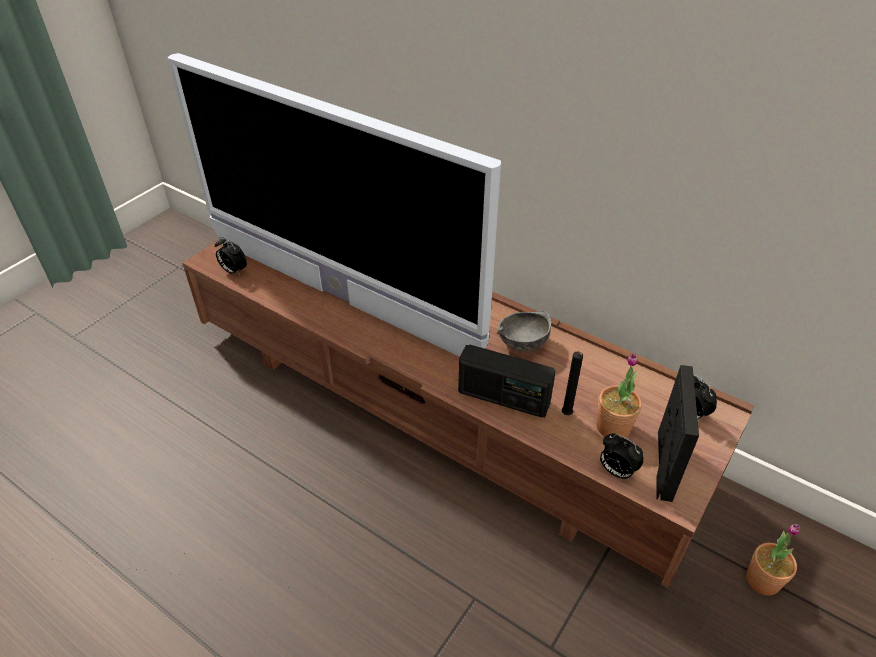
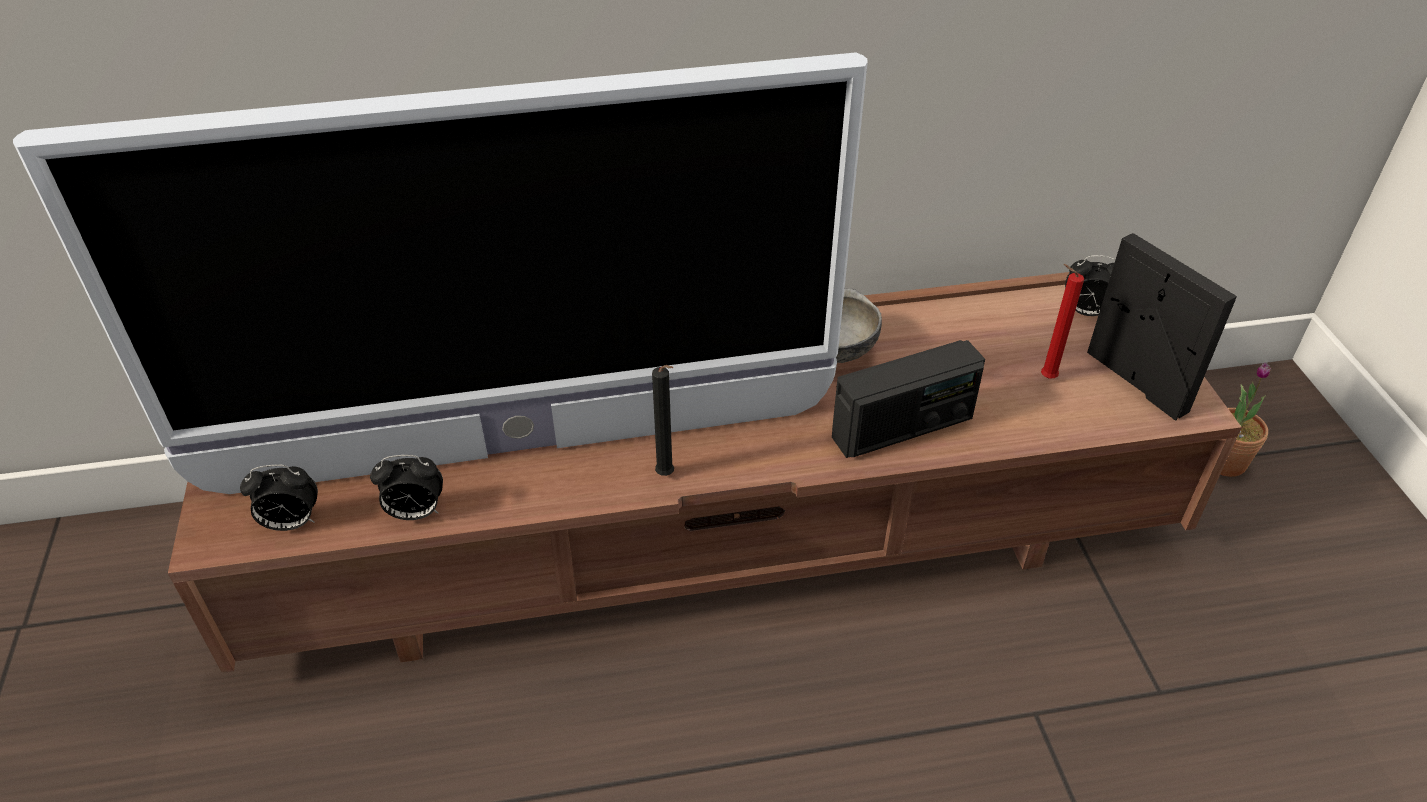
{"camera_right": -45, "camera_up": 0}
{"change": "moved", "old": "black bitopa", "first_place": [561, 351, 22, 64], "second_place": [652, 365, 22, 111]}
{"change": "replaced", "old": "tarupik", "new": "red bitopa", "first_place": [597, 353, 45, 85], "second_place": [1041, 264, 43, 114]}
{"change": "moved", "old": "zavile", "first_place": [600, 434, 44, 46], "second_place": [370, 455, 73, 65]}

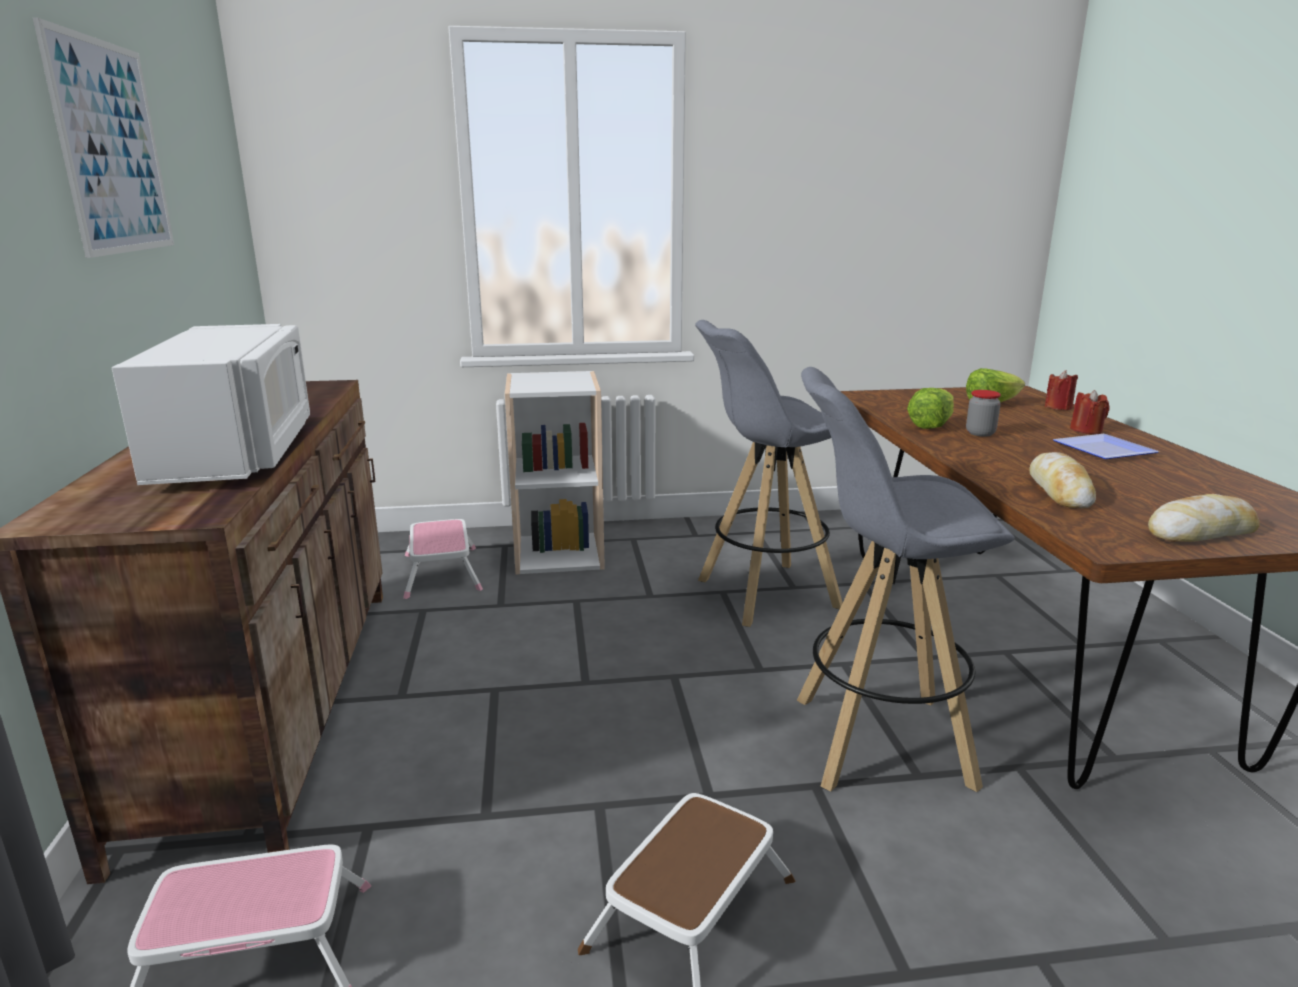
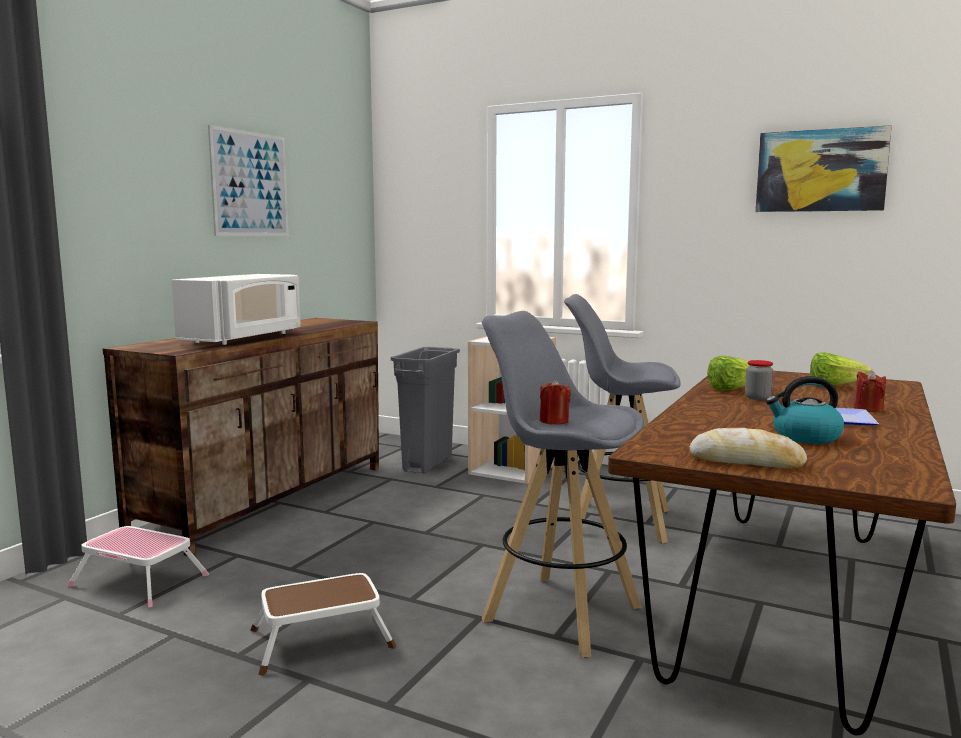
{"camera_right": 35, "camera_up": -10}
{"change": "replaced", "old": "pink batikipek", "new": "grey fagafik", "first_place": [403, 519, 80, 80], "second_place": [391, 347, 69, 127]}
{"change": "removed", "old": "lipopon", "first_place": [1029, 452, 67, 57]}
{"change": "moved", "old": "red bitopa", "first_place": [1045, 370, 33, 40], "second_place": [540, 379, 31, 45]}
{"change": "added", "new": "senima", "second_place": [756, 125, 136, 87]}
{"change": "added", "new": "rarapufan", "second_place": [766, 376, 78, 68]}

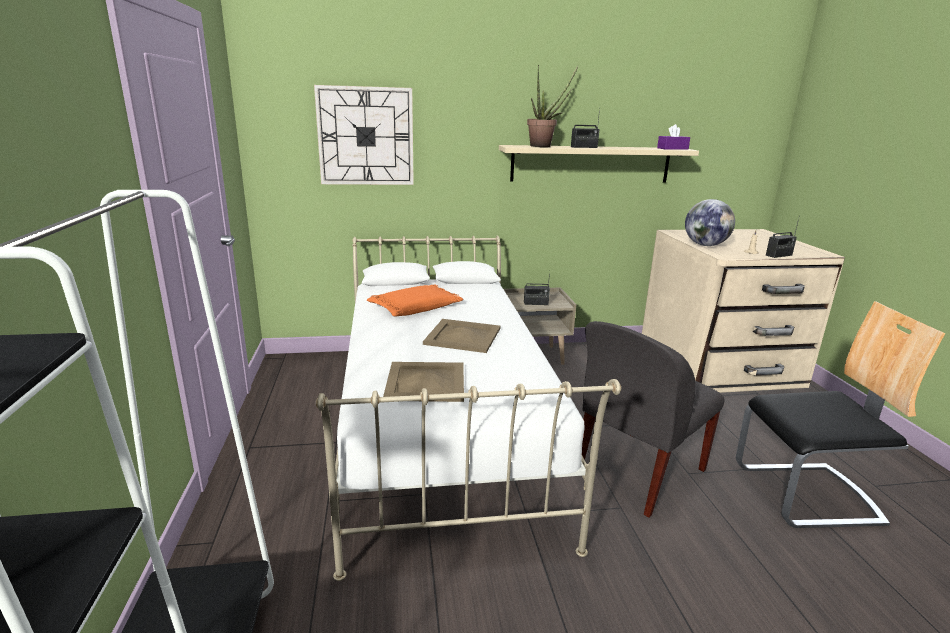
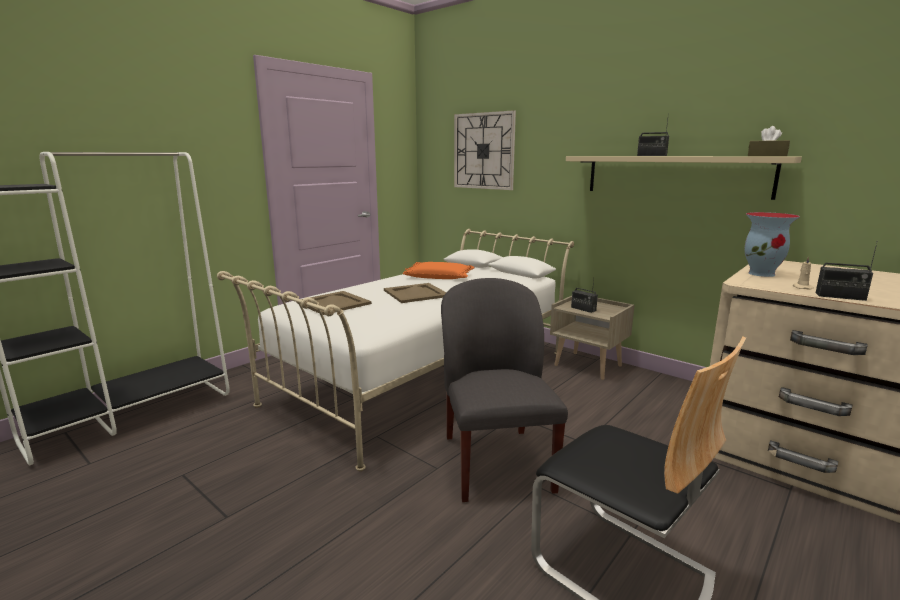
{"camera_right": 50, "camera_up": -5}
{"change": "removed", "old": "tarupik", "first_place": [527, 65, 51, 82]}
{"change": "turned", "old": "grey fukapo", "first_place": [582, 321, 142, 197], "second_place": [441, 278, 127, 224], "degrees": 75}
{"change": "recoloured", "old": "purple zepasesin", "new": "brown zepasesin", "first_place": [657, 124, 33, 26], "second_place": [748, 126, 42, 30]}
{"change": "replaced", "old": "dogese", "new": "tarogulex", "first_place": [685, 199, 50, 47], "second_place": [745, 212, 55, 65]}

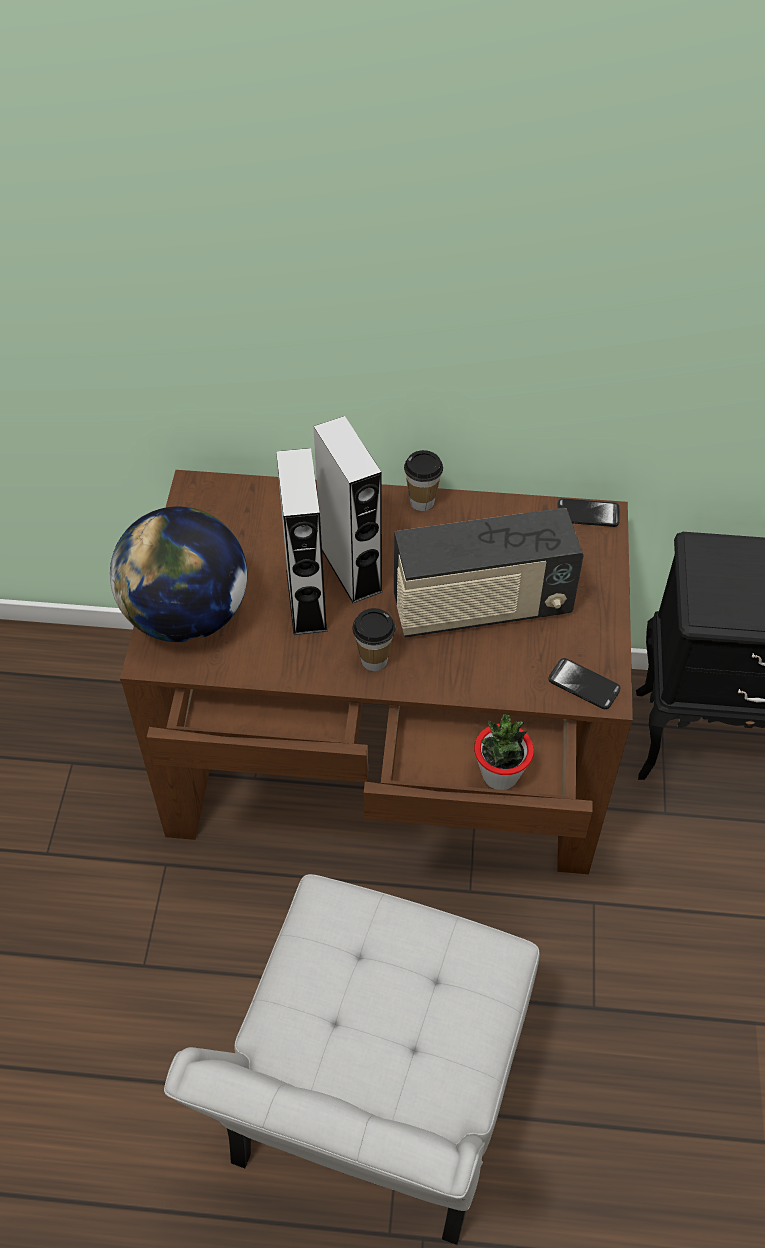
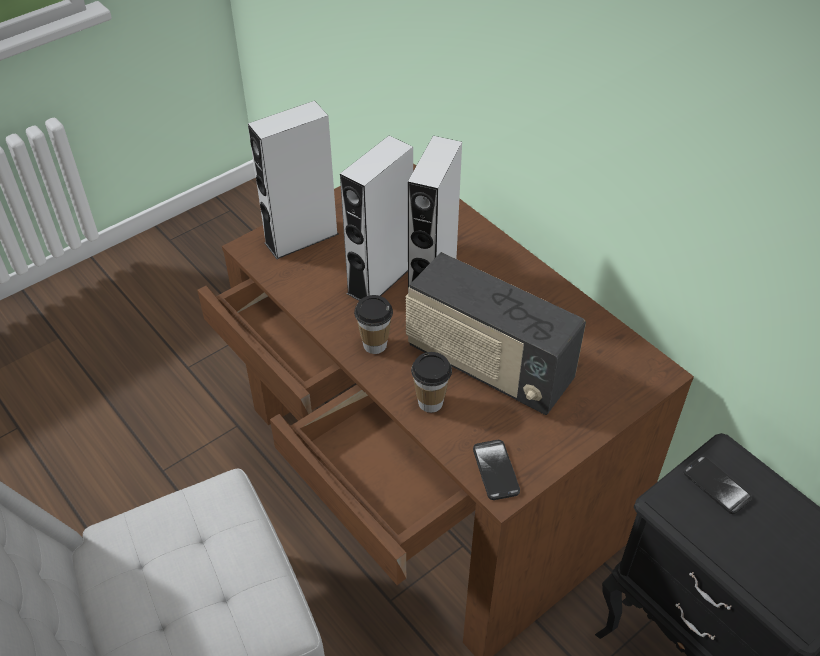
{"camera_right": 45, "camera_up": -5}
{"change": "replaced", "old": "dogese", "new": "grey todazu", "first_place": [110, 506, 137, 136], "second_place": [248, 101, 91, 158]}
{"change": "moved", "old": "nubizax", "first_place": [404, 450, 39, 61], "second_place": [411, 352, 41, 61]}
{"change": "removed", "old": "tarupik", "first_place": [474, 714, 60, 76]}
{"change": "moved", "old": "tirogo", "first_place": [558, 498, 61, 29], "second_place": [683, 456, 69, 58]}

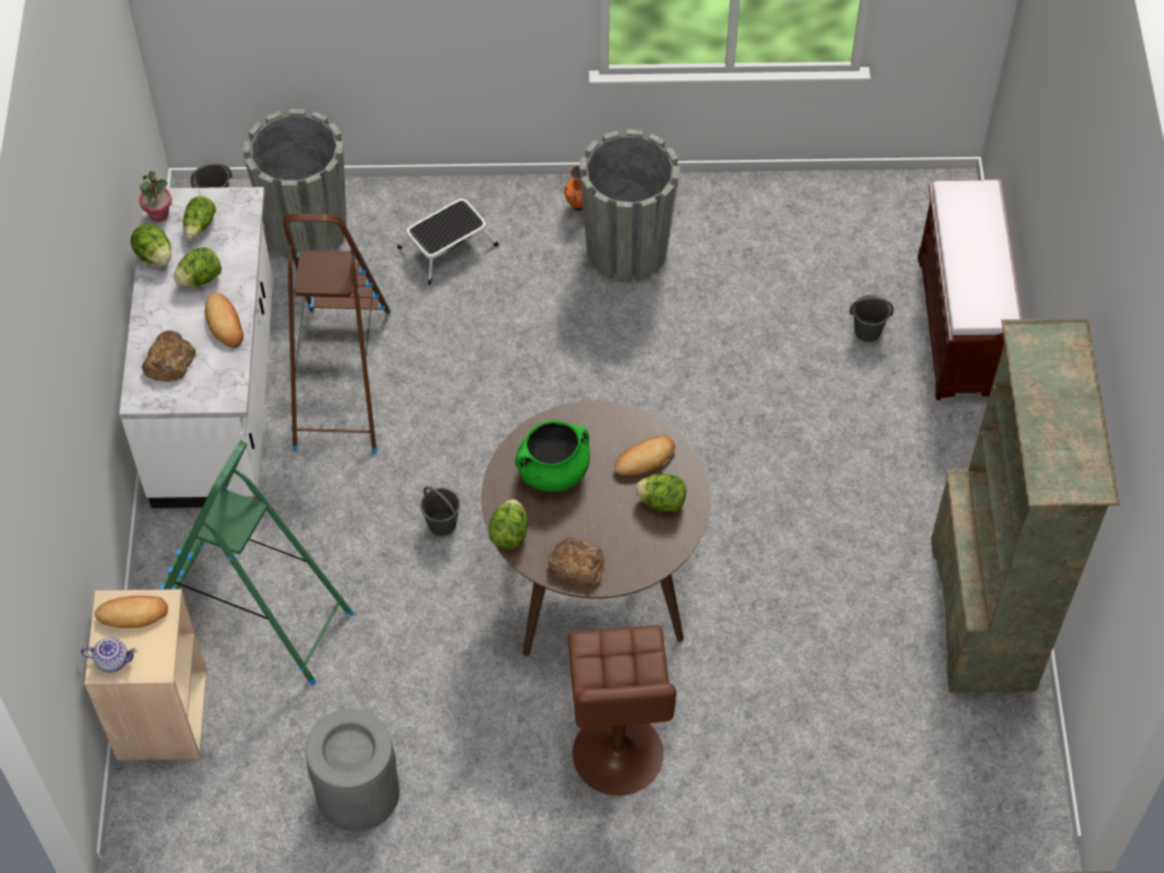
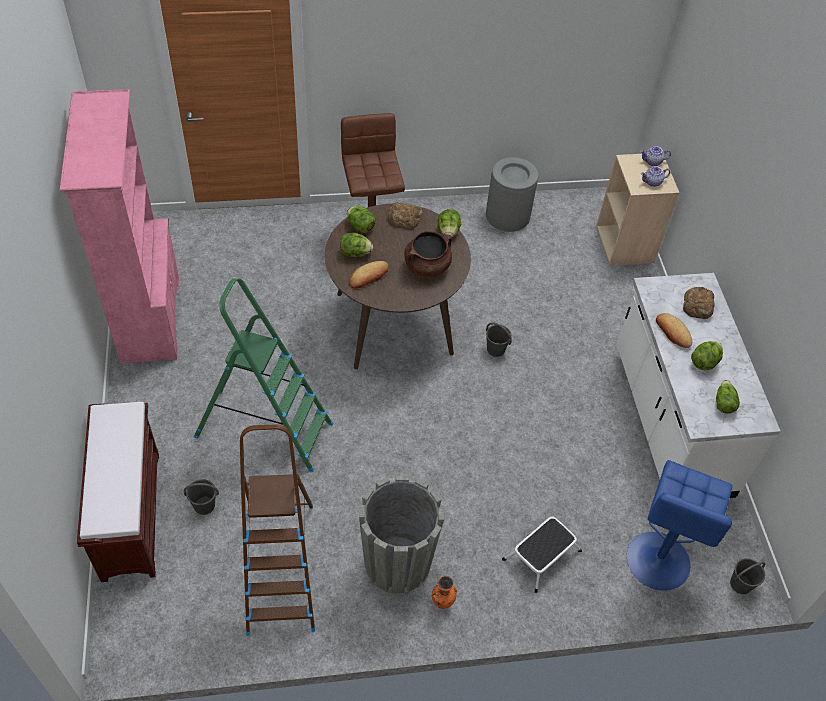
{"camera_right": 170, "camera_up": -5}
{"change": "replaced", "old": "lipopon", "new": "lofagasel", "first_place": [95, 596, 73, 32], "second_place": [641, 166, 29, 21]}
{"change": "moved", "old": "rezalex", "first_place": [131, 223, 40, 43], "second_place": [347, 206, 29, 27]}
{"change": "removed", "old": "tarupik", "first_place": [139, 170, 33, 52]}
{"change": "moved", "old": "green batikipek", "first_place": [159, 440, 195, 245], "second_place": [194, 278, 139, 194]}
{"change": "replaced", "old": "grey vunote", "new": "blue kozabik", "first_place": [243, 109, 104, 151], "second_place": [627, 460, 106, 131]}
{"change": "moved", "old": "brown batikipek", "first_place": [283, 214, 107, 240], "second_place": [240, 424, 75, 212]}
{"change": "recoloured", "old": "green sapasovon", "new": "brown sapasovon", "first_place": [515, 420, 75, 71], "second_place": [404, 231, 48, 46]}
{"change": "recoloured", "old": "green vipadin", "new": "pink vipadin", "first_place": [931, 318, 189, 374], "second_place": [59, 89, 120, 275]}

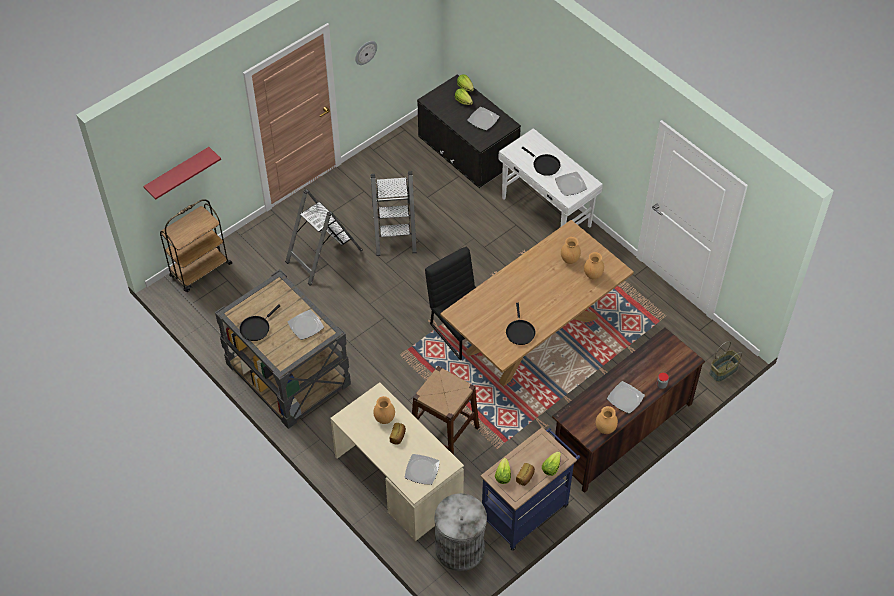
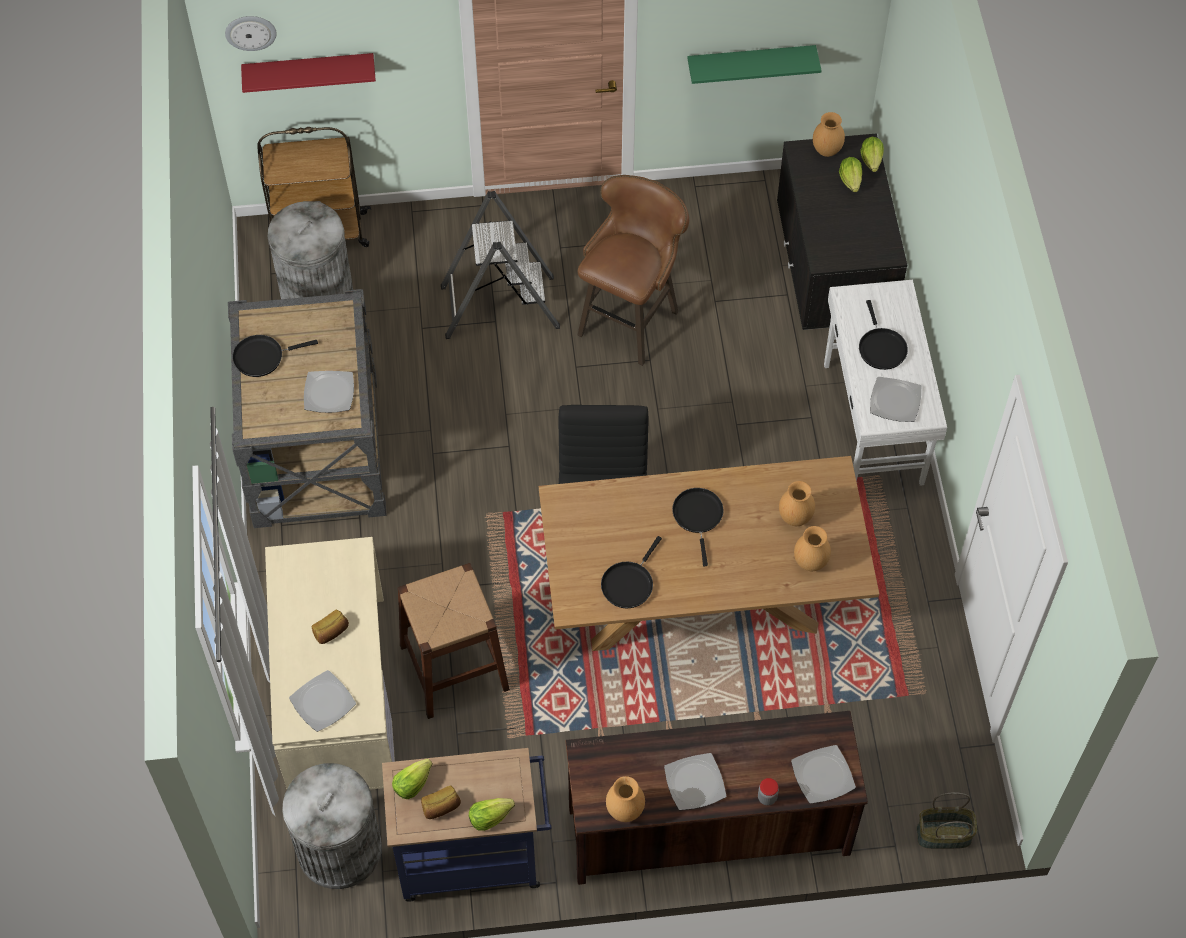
{"camera_right": 35, "camera_up": 5}
{"change": "moved", "old": "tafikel", "first_place": [355, 41, 22, 24], "second_place": [225, 16, 52, 35]}
{"change": "replaced", "old": "grey batikipek", "new": "brown kozabik", "first_place": [371, 171, 46, 85], "second_place": [578, 175, 111, 191]}
{"change": "moved", "old": "brown tarogulex", "first_place": [373, 396, 22, 28], "second_place": [813, 112, 32, 45]}
{"change": "moved", "old": "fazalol", "first_place": [467, 107, 33, 23], "second_place": [791, 745, 65, 59]}
{"change": "added", "new": "grey fagafik", "second_place": [268, 201, 85, 98]}
{"change": "added", "new": "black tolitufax", "second_place": [672, 488, 52, 78]}
{"change": "added", "new": "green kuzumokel", "second_place": [687, 45, 135, 39]}

